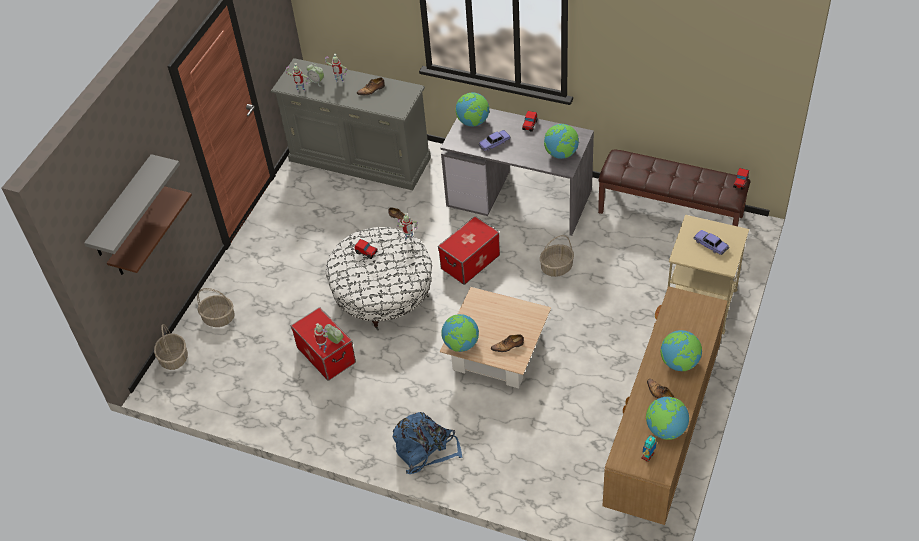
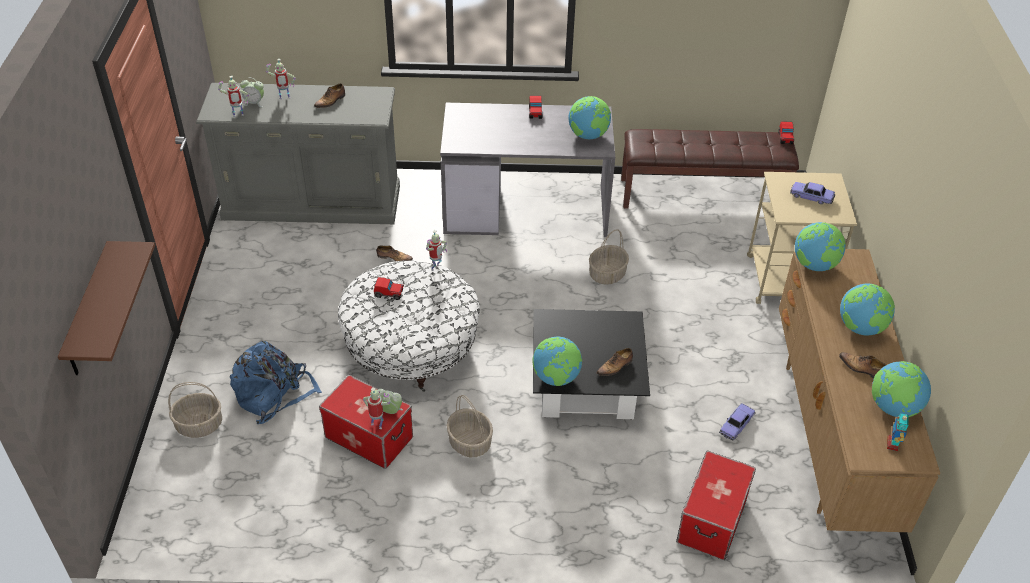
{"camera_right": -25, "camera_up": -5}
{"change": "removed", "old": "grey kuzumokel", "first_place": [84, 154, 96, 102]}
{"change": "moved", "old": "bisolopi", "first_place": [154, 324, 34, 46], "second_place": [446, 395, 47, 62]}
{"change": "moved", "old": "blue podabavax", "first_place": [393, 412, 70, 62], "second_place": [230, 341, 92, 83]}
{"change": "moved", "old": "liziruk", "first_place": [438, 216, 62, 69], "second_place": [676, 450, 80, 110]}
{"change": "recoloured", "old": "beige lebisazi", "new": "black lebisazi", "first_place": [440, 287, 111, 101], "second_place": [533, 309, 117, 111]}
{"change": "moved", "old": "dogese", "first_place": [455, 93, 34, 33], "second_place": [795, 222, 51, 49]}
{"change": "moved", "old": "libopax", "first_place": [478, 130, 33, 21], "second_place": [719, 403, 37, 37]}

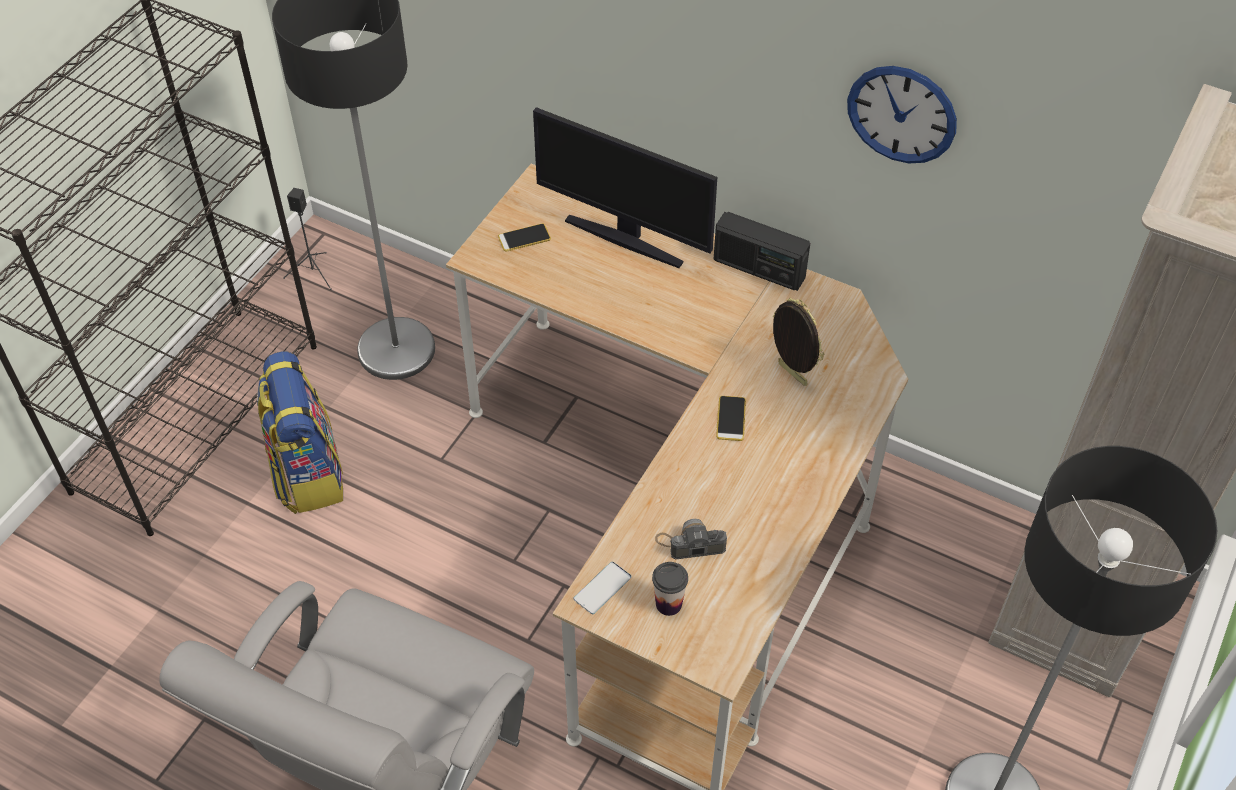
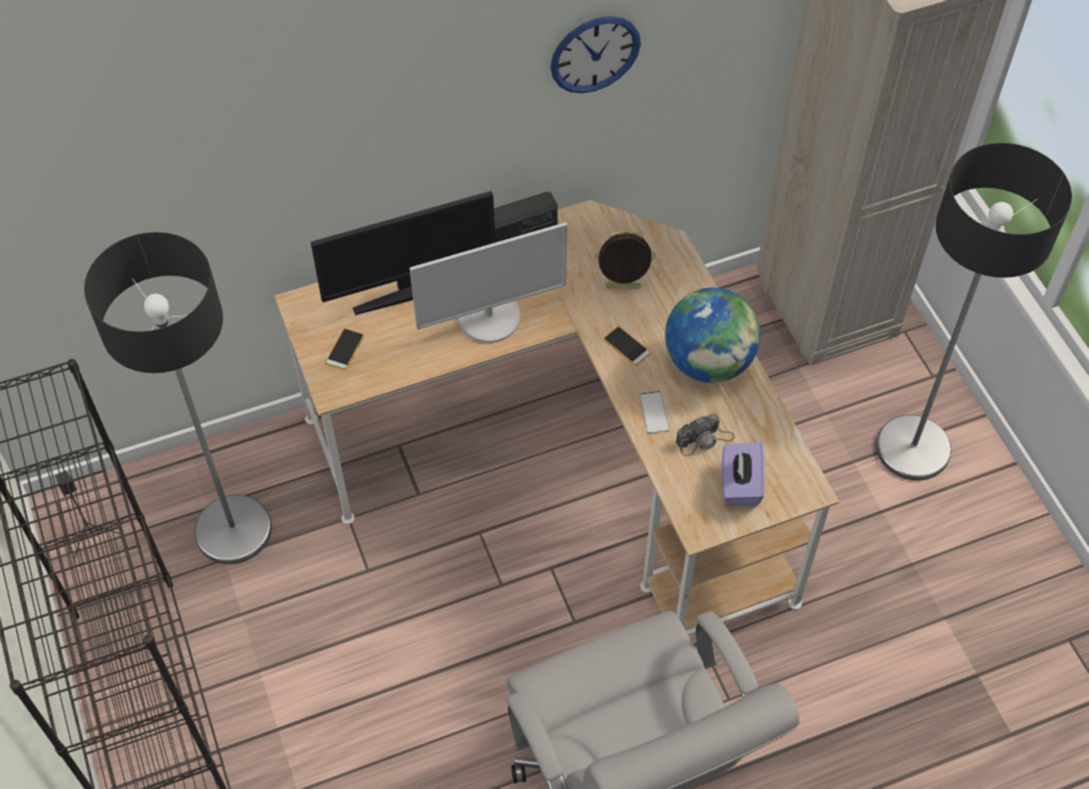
{"camera_right": -50, "camera_up": 5}
{"change": "removed", "old": "podabavax", "first_place": [257, 351, 86, 163]}
{"change": "moved", "old": "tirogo", "first_place": [573, 562, 58, 52], "second_place": [640, 391, 29, 43]}
{"change": "replaced", "old": "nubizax", "new": "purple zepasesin", "first_place": [652, 562, 36, 54], "second_place": [722, 442, 43, 65]}
{"change": "turned", "old": "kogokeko", "first_place": [655, 519, 72, 40], "second_place": [676, 413, 59, 43], "degrees": -150}
{"change": "added", "new": "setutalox", "second_place": [409, 222, 158, 121]}
{"change": "added", "new": "dogese", "second_place": [665, 288, 95, 95]}

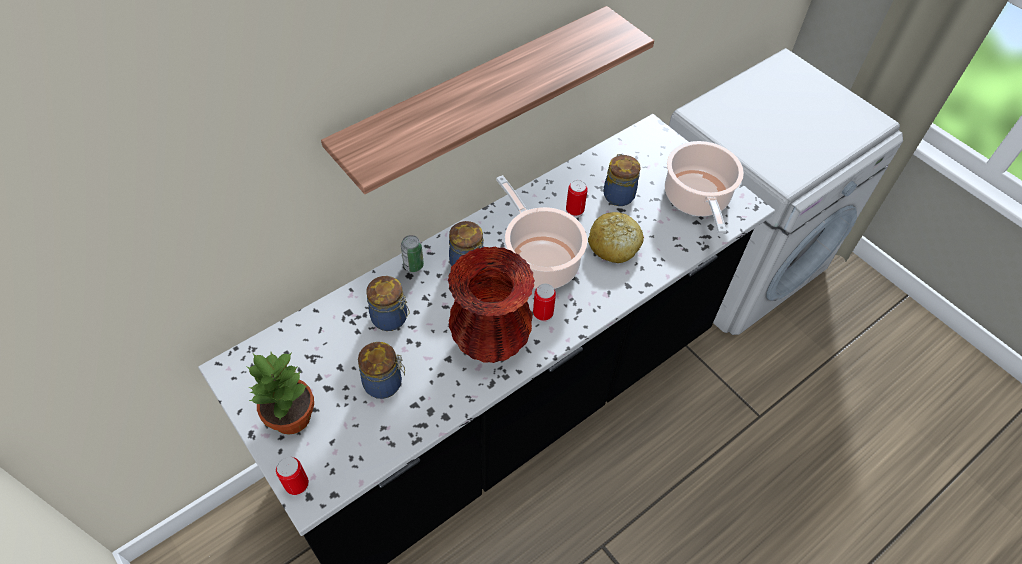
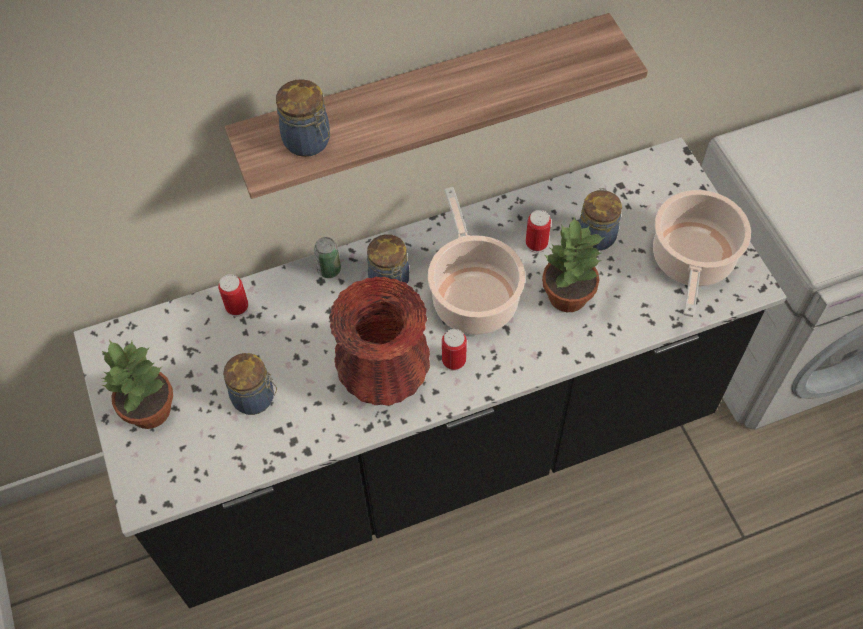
{"camera_right": 20, "camera_up": 5}
{"change": "moved", "old": "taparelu", "first_place": [276, 457, 33, 39], "second_place": [218, 274, 31, 43]}
{"change": "moved", "old": "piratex", "first_place": [366, 276, 44, 55], "second_place": [276, 79, 54, 78]}
{"change": "replaced", "old": "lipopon", "new": "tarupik", "first_place": [588, 212, 56, 51], "second_place": [542, 217, 63, 95]}

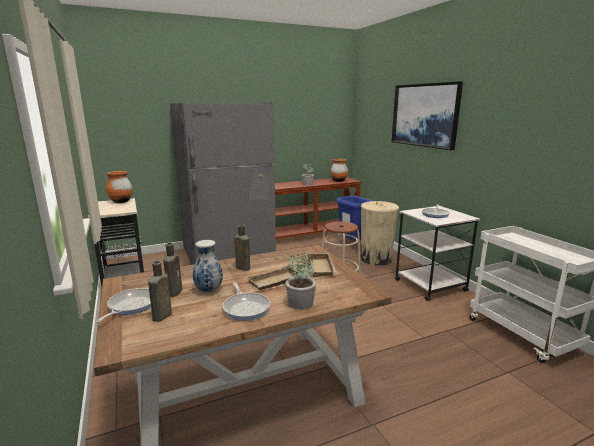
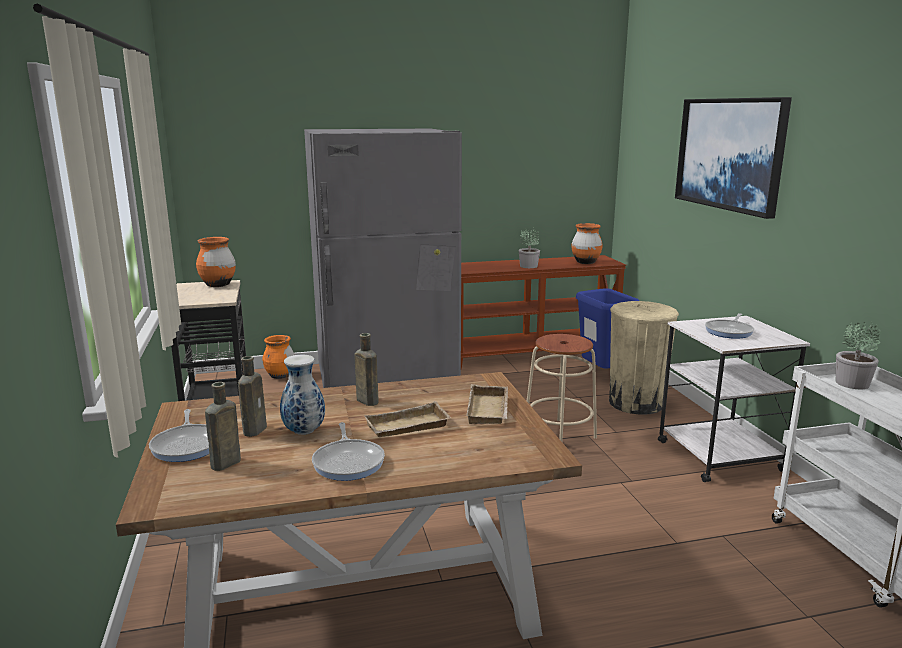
{"camera_right": 10, "camera_up": 0}
{"change": "turned", "old": "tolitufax", "first_place": [96, 288, 55, 35], "second_place": [149, 409, 60, 53], "degrees": 135}
{"change": "moved", "old": "tarupik", "first_place": [285, 252, 31, 58], "second_place": [836, 322, 44, 67]}
{"change": "added", "new": "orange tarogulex", "second_place": [262, 335, 33, 44]}

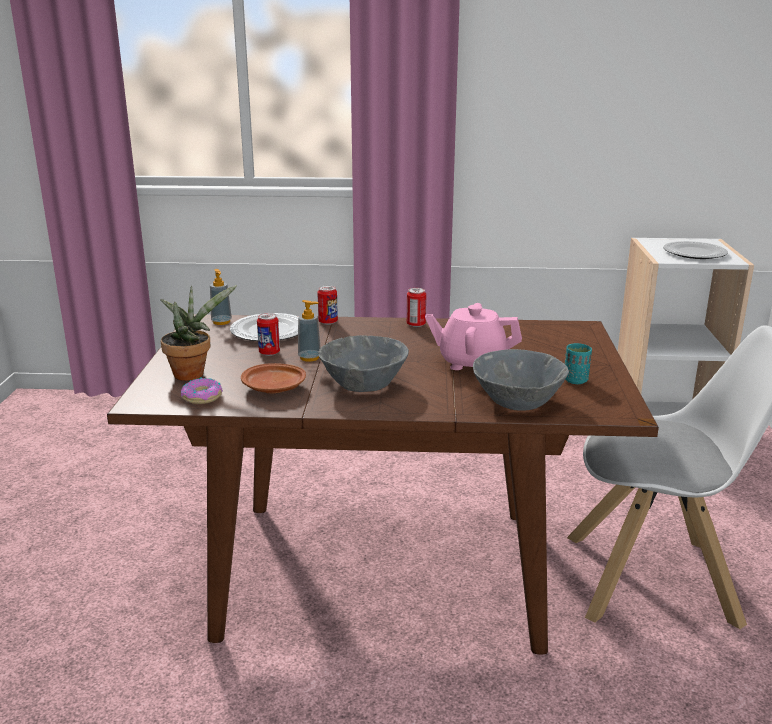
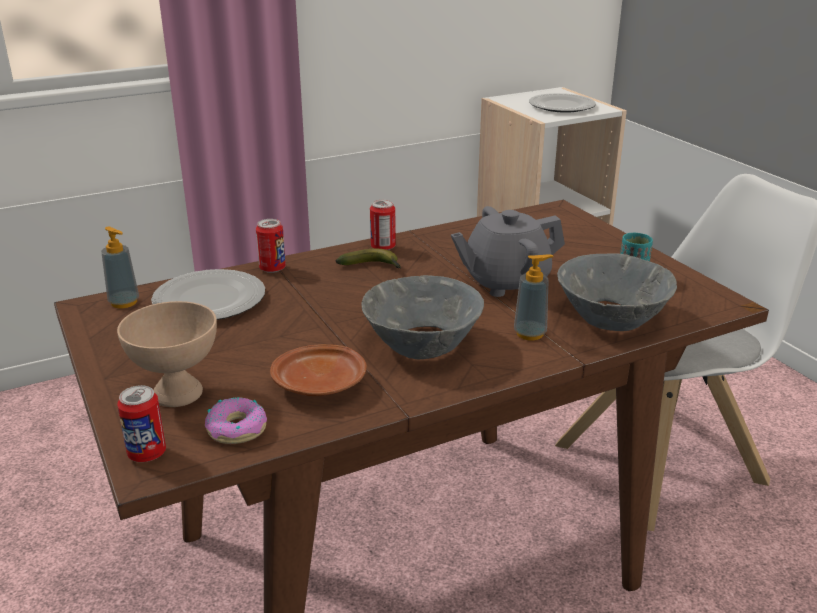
{"camera_right": -30, "camera_up": 5}
{"change": "replaced", "old": "tarupik", "new": "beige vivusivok", "first_place": [160, 285, 77, 96], "second_place": [117, 301, 100, 106]}
{"change": "moved", "old": "taparelu", "first_place": [257, 313, 23, 43], "second_place": [117, 385, 49, 77]}
{"change": "moved", "old": "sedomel", "first_place": [298, 300, 23, 62], "second_place": [514, 254, 39, 86]}
{"change": "recoloured", "old": "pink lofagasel", "new": "grey lofagasel", "first_place": [425, 303, 97, 67], "second_place": [451, 206, 114, 91]}
{"change": "added", "new": "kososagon", "second_place": [336, 248, 65, 20]}

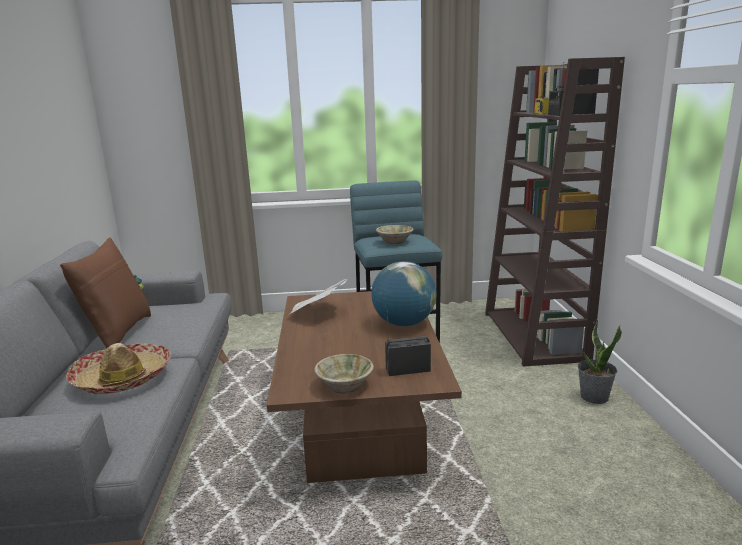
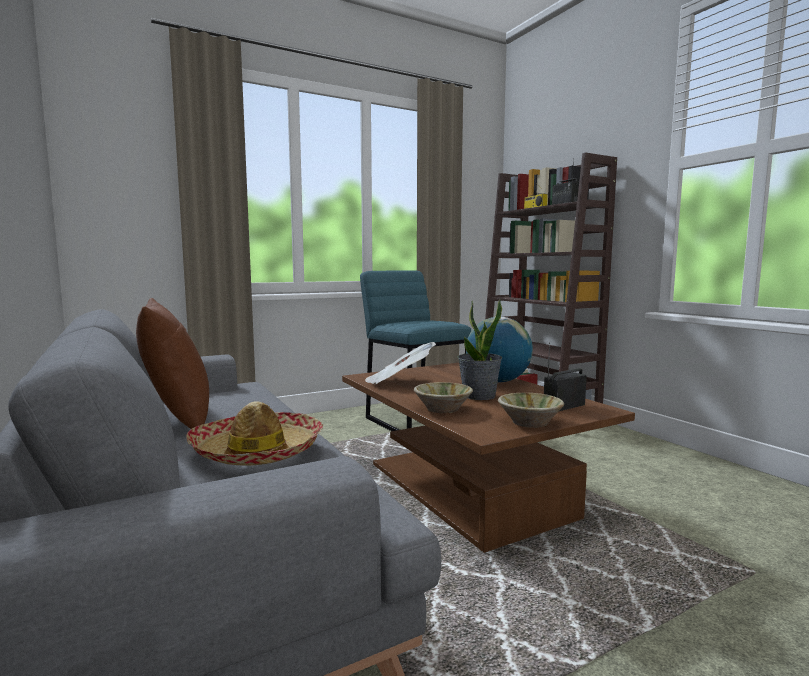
{"camera_right": -25, "camera_up": -10}
{"change": "moved", "old": "beige vivusivok", "first_place": [376, 225, 37, 19], "second_place": [414, 382, 59, 31]}
{"change": "moved", "old": "tarupik", "first_place": [578, 320, 44, 84], "second_place": [458, 299, 44, 101]}

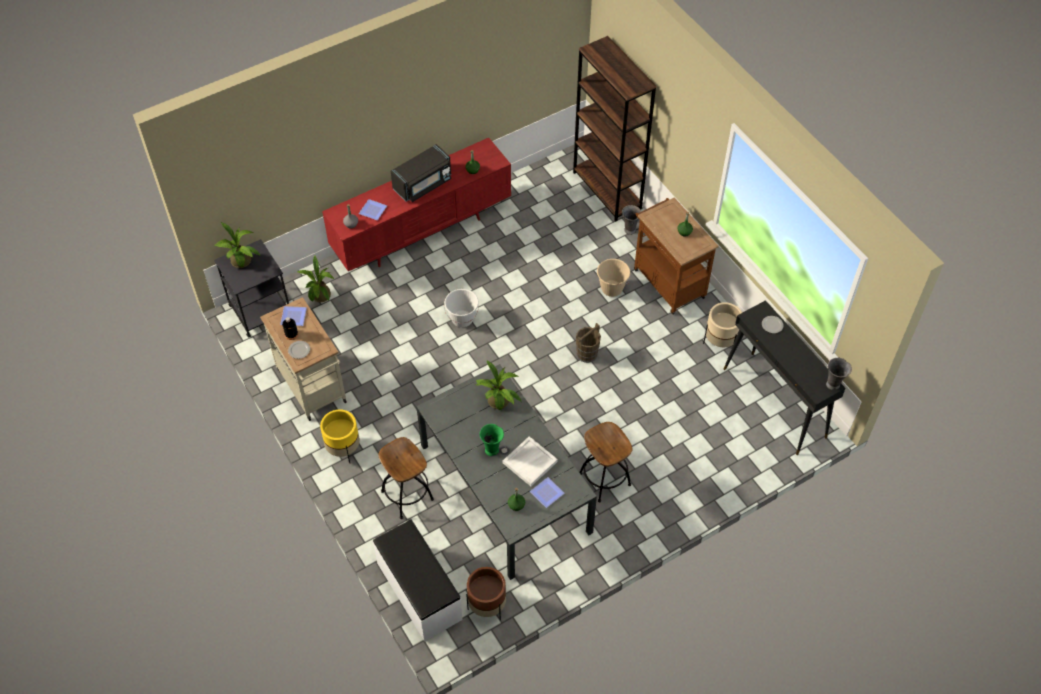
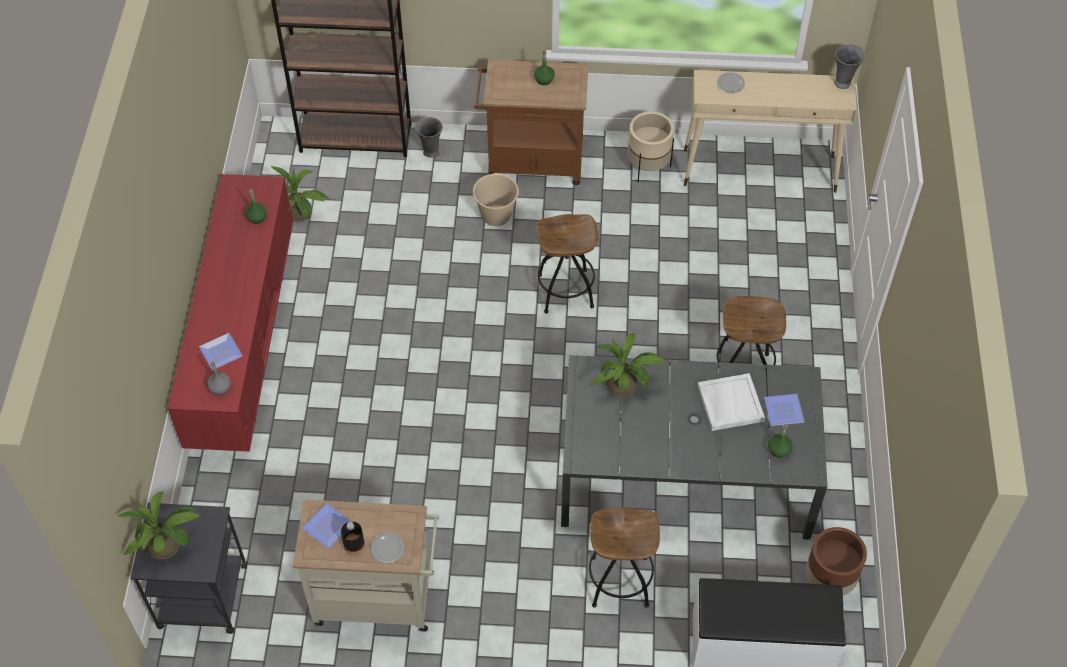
{"camera_right": -55, "camera_up": 0}
{"change": "moved", "old": "tarupik", "first_place": [297, 256, 37, 46], "second_place": [272, 166, 57, 56]}
{"change": "removed", "old": "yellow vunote", "first_place": [320, 409, 40, 54]}
{"change": "removed", "old": "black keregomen", "first_place": [391, 144, 60, 58]}
{"change": "removed", "old": "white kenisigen", "first_place": [444, 289, 35, 38]}
{"change": "removed", "old": "green tarogulex", "first_place": [480, 424, 24, 32]}
{"change": "replaced", "old": "brown kenisigen", "new": "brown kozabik", "first_place": [576, 323, 25, 40], "second_place": [536, 214, 62, 100]}
{"change": "recoloured", "old": "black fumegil", "new": "beige fumegil", "first_place": [724, 300, 121, 155], "second_place": [684, 70, 173, 123]}

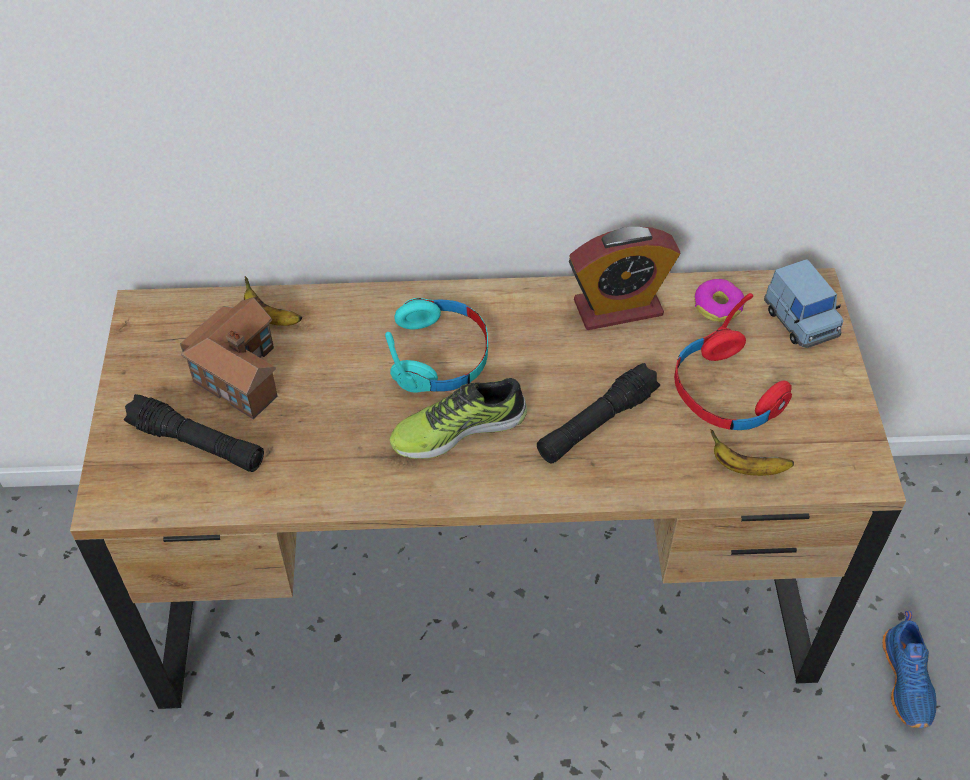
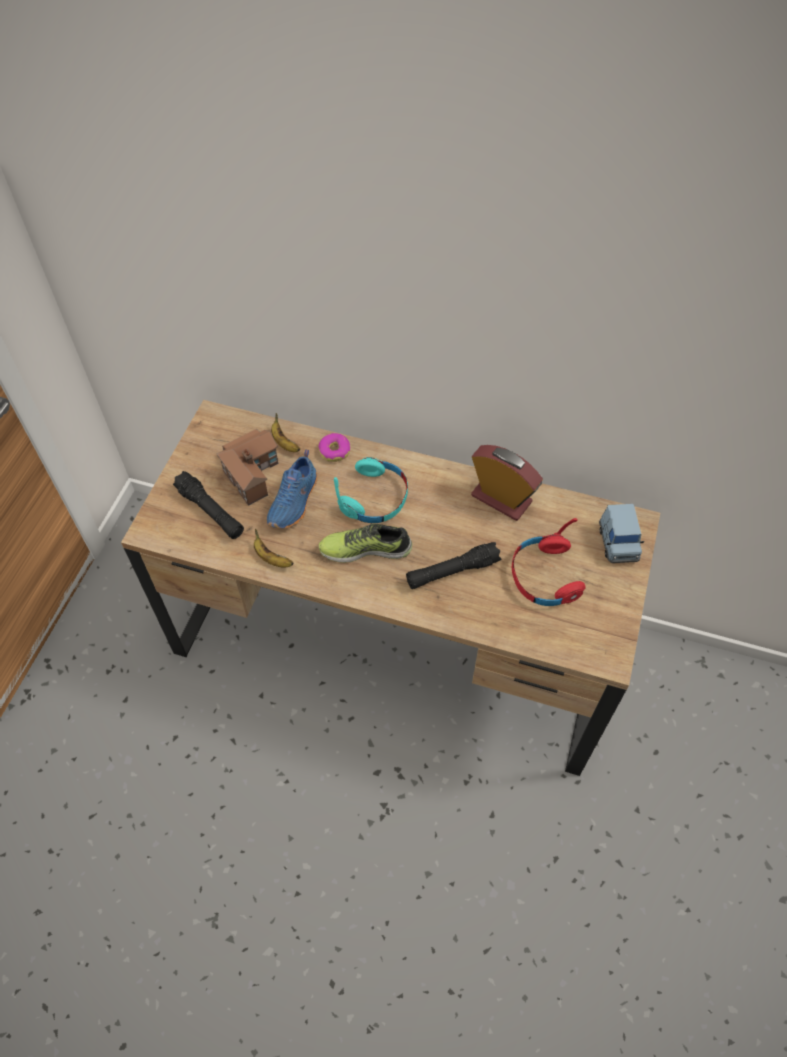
{"camera_right": 20, "camera_up": 5}
{"change": "turned", "old": "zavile", "first_place": [569, 227, 111, 103], "second_place": [471, 445, 72, 76], "degrees": -150}
{"change": "moved", "old": "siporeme", "first_place": [694, 279, 51, 43], "second_place": [318, 433, 32, 29]}
{"change": "moved", "old": "kososagon", "first_place": [711, 430, 83, 46], "second_place": [254, 529, 40, 39]}
{"change": "moved", "old": "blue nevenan", "first_place": [882, 611, 55, 117], "second_place": [267, 450, 51, 79]}

